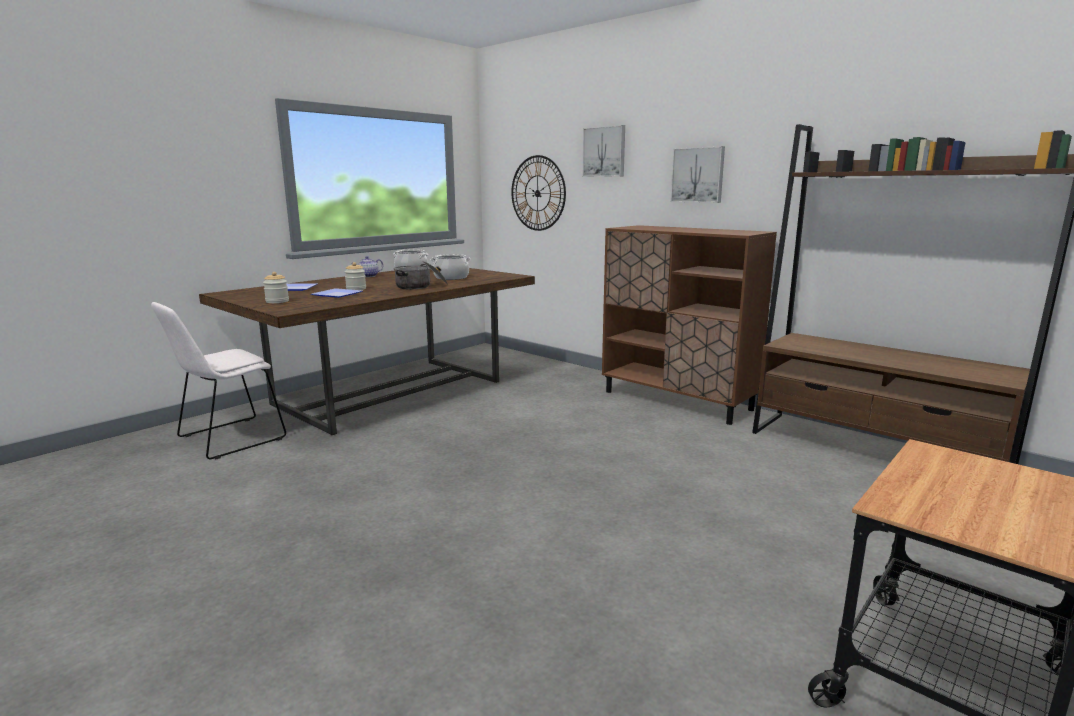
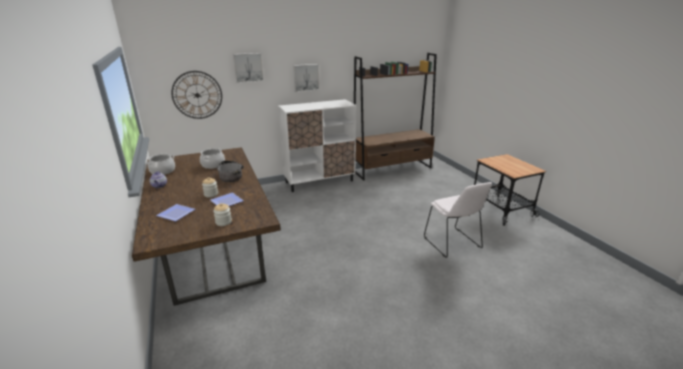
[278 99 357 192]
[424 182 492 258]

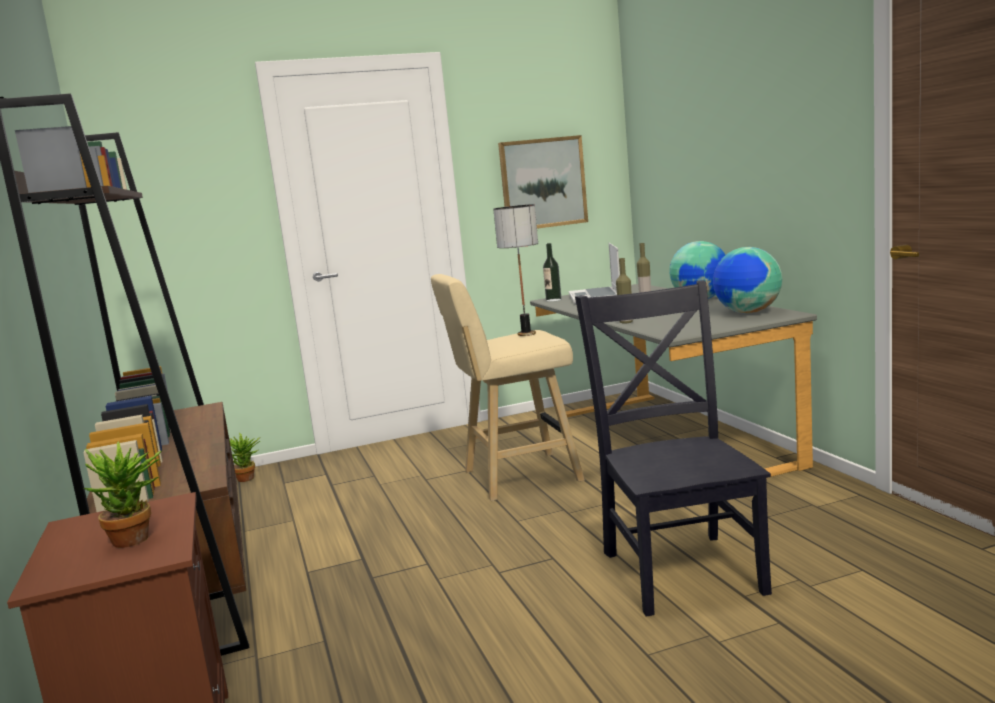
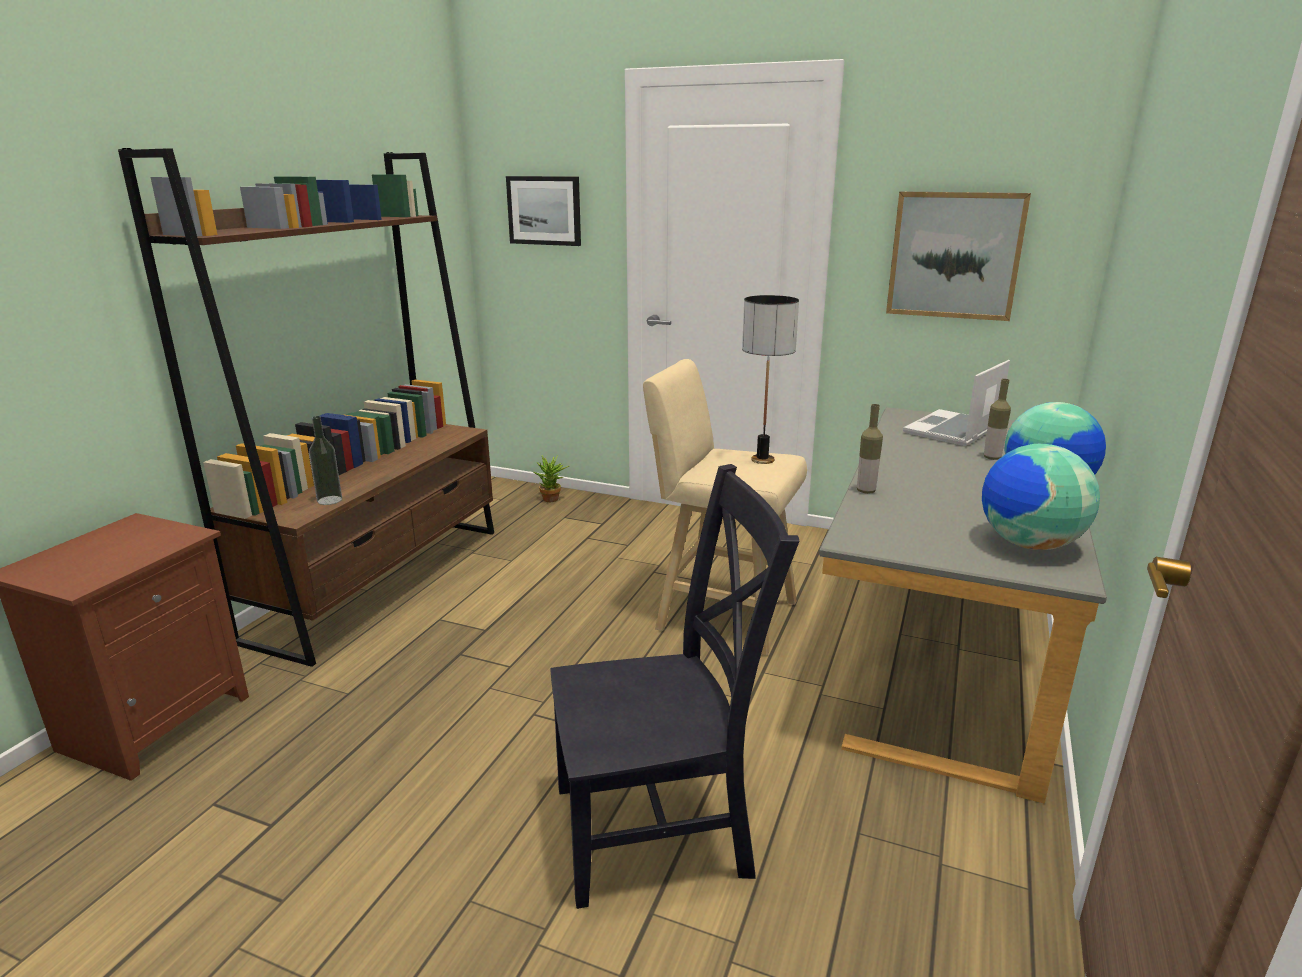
[309 416 342 505]
[506 176 581 246]
[550 464 799 909]
[84 441 162 548] (first image)

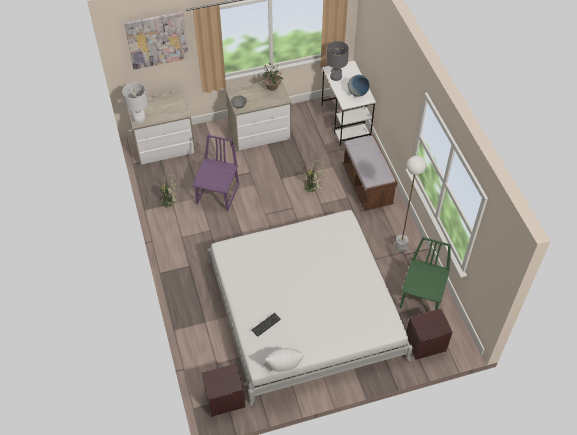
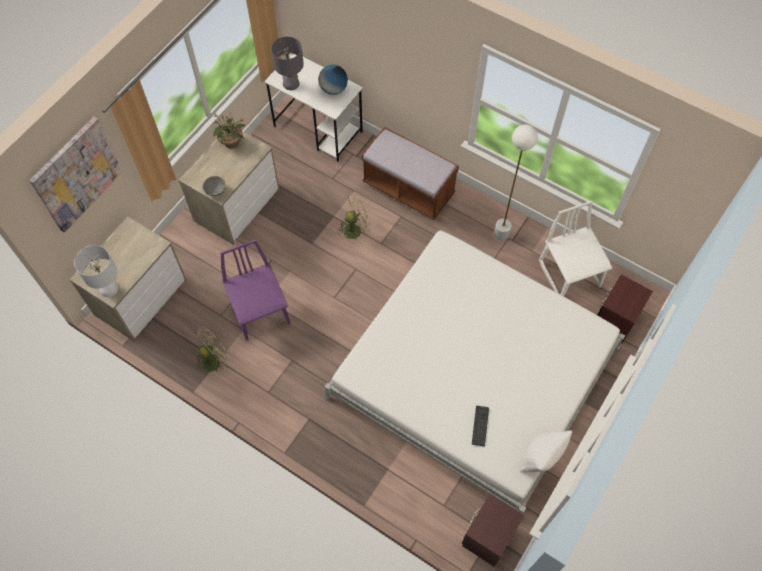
[539 201 613 296]

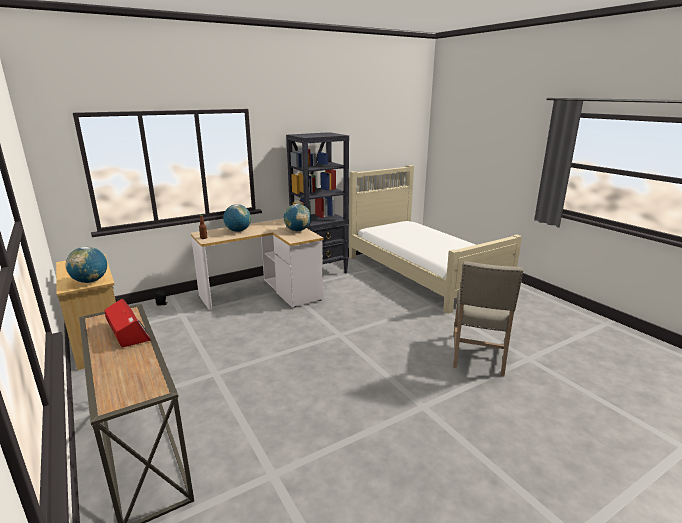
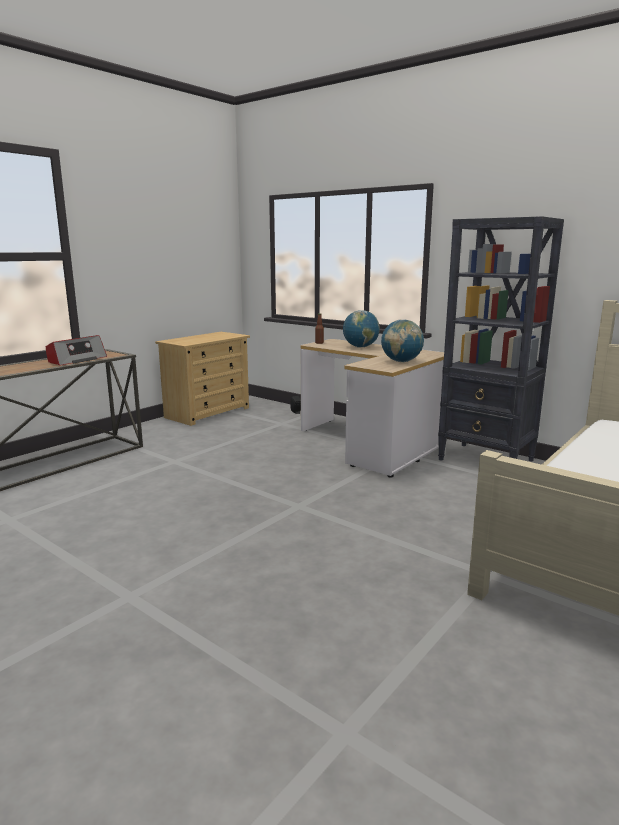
[65 247 107 283] (first image)
[453 261 524 376] (first image)

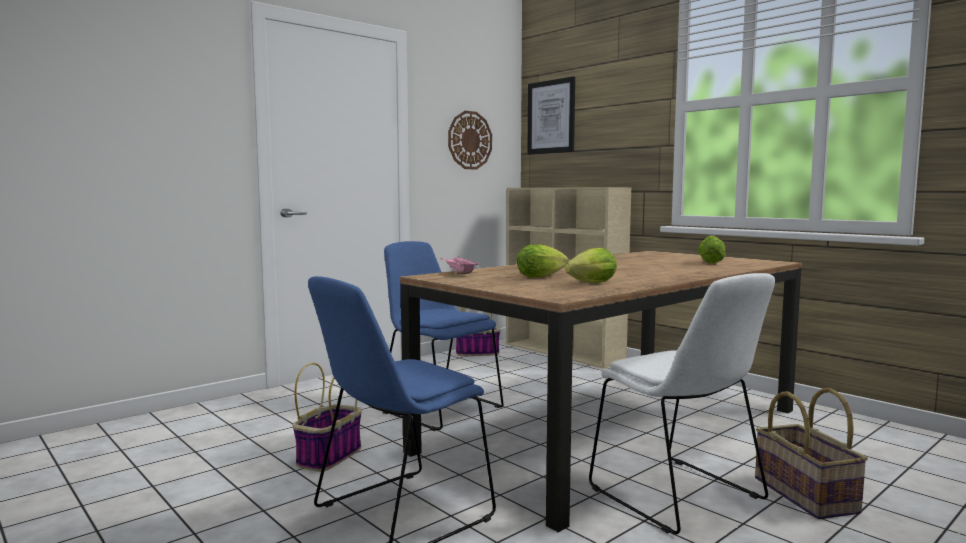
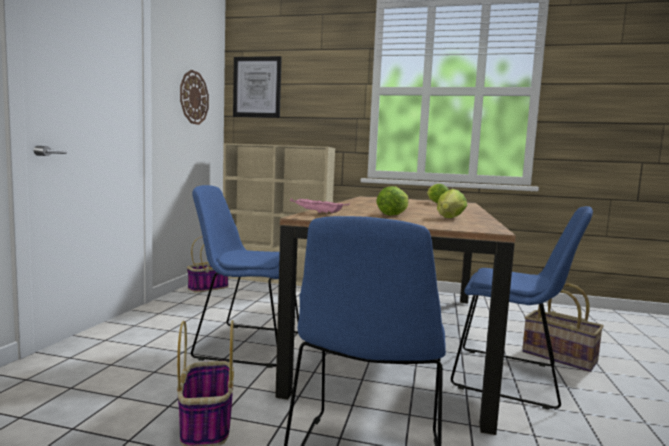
[451 206 593 410]

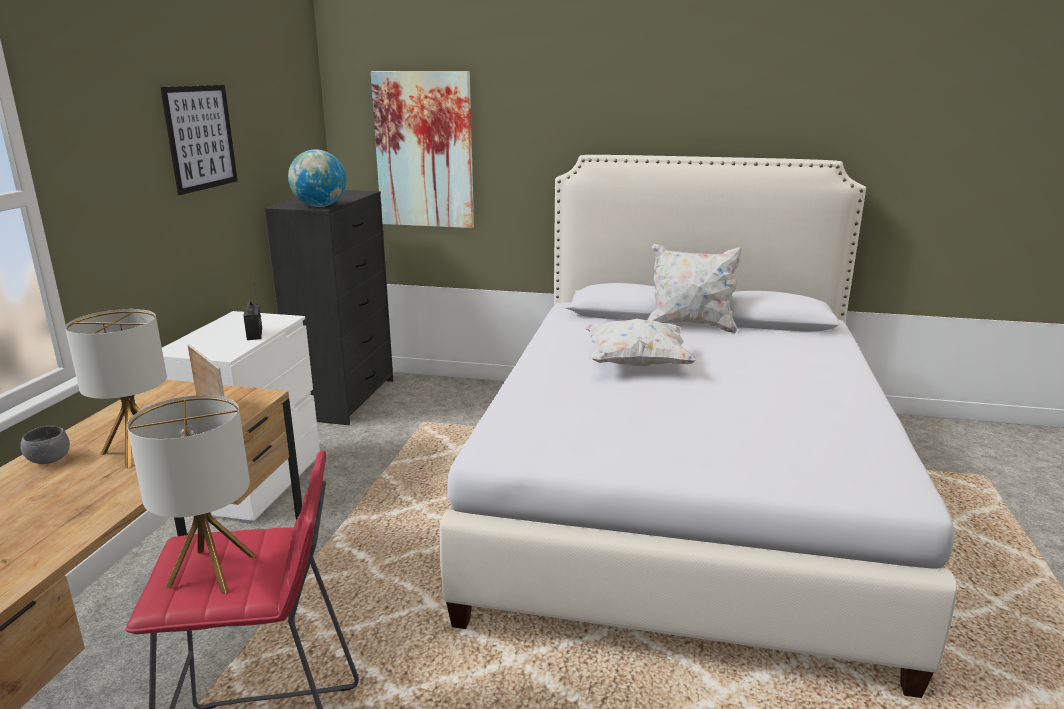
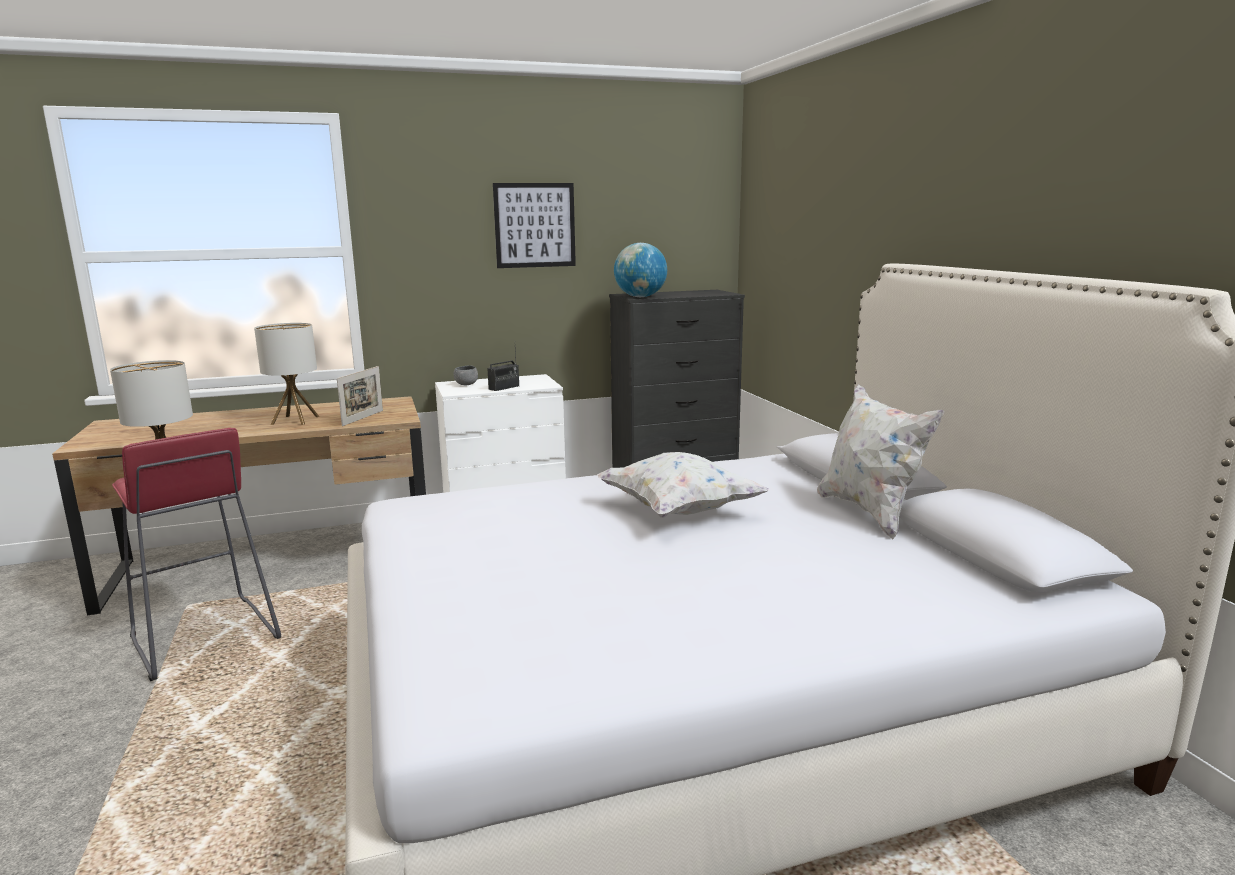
[454 366 478 385]
[371 71 474 228] (first image)

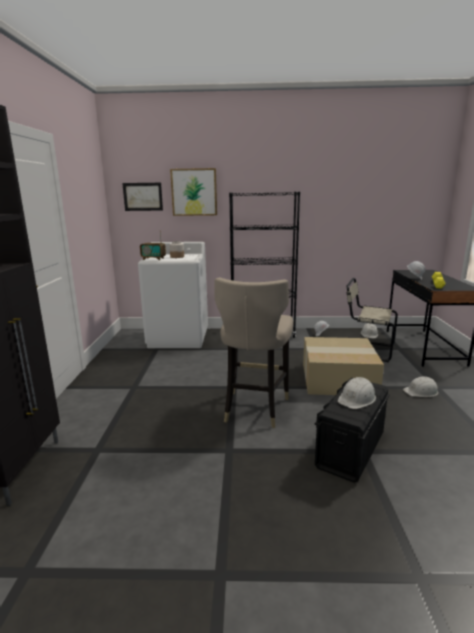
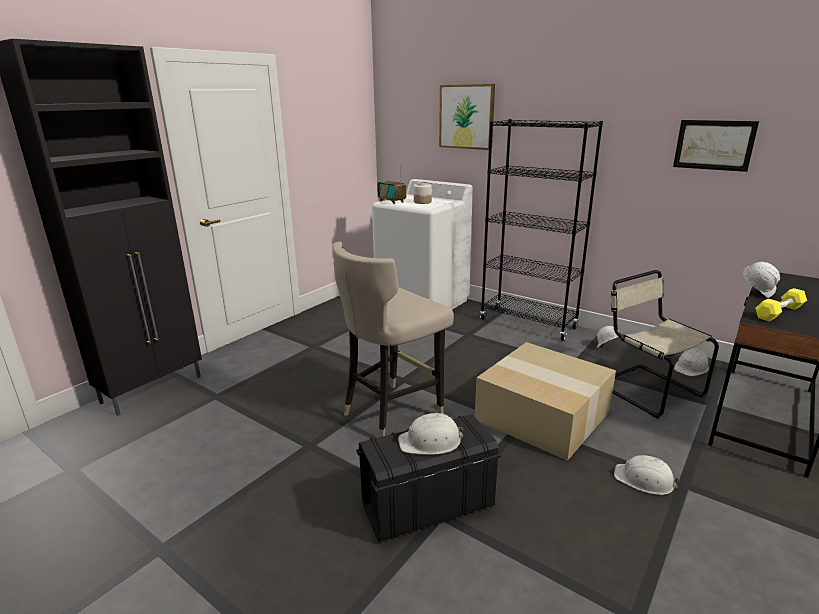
[673 120 759 172]

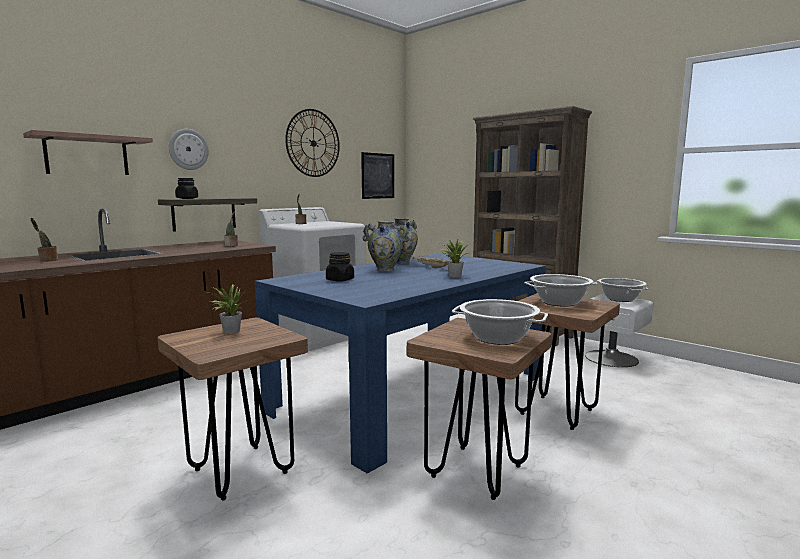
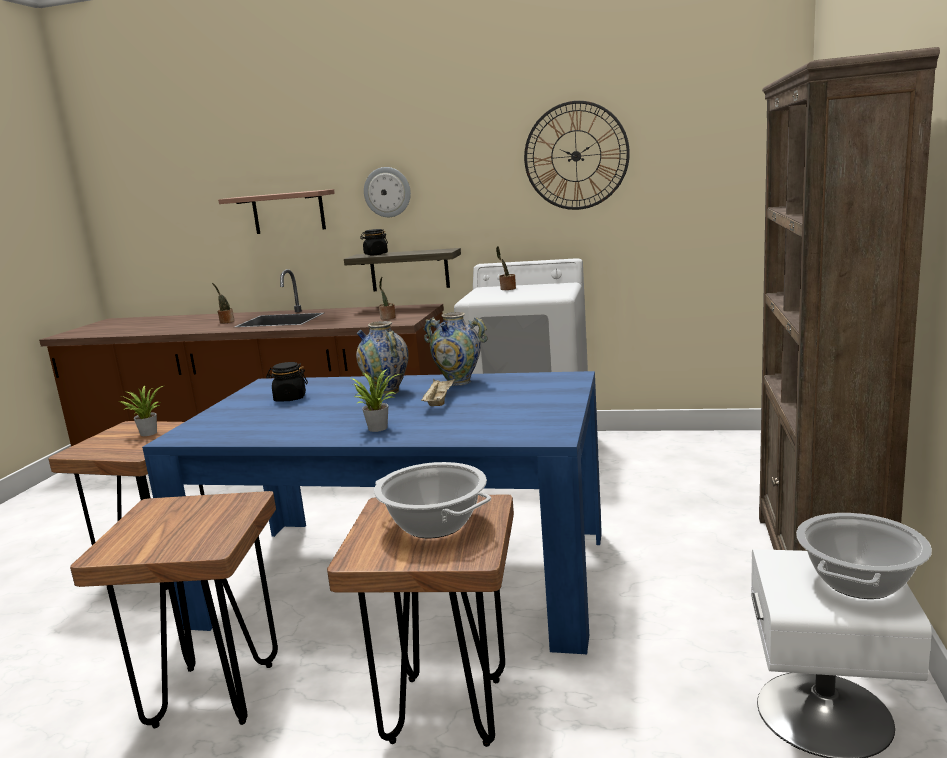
[361 152 394 199] (first image)
[452 299 548 345] (first image)

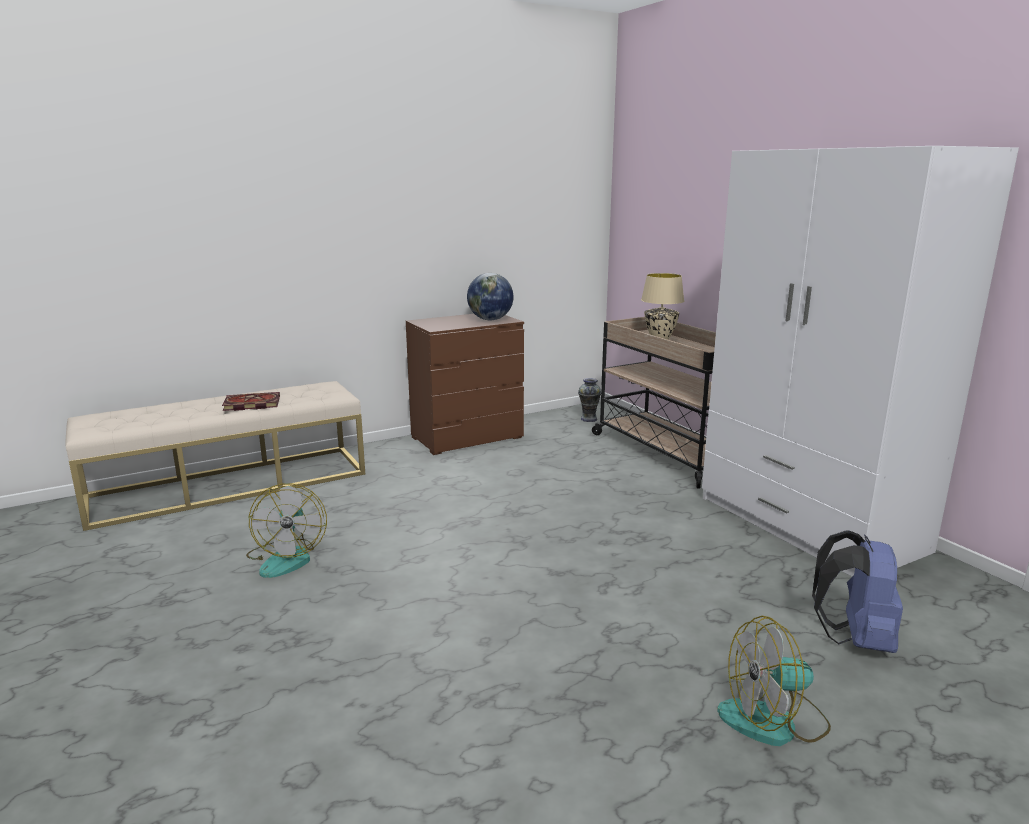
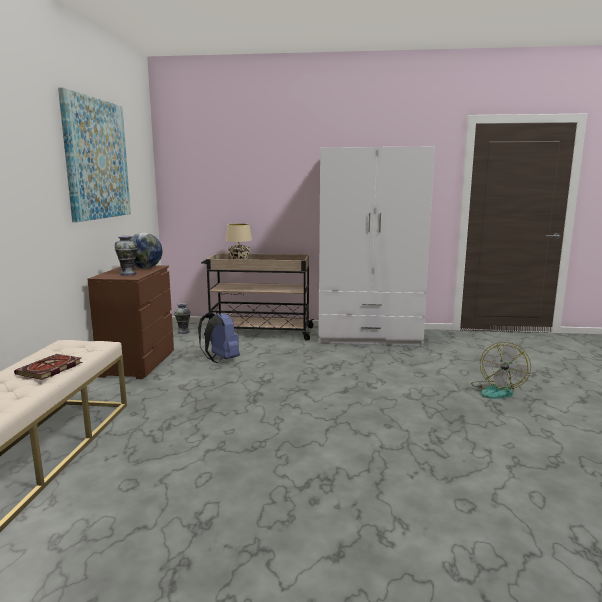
[58 87 131 222]
[115 236 138 276]
[198 311 240 363]
[246 483 327 578] (first image)

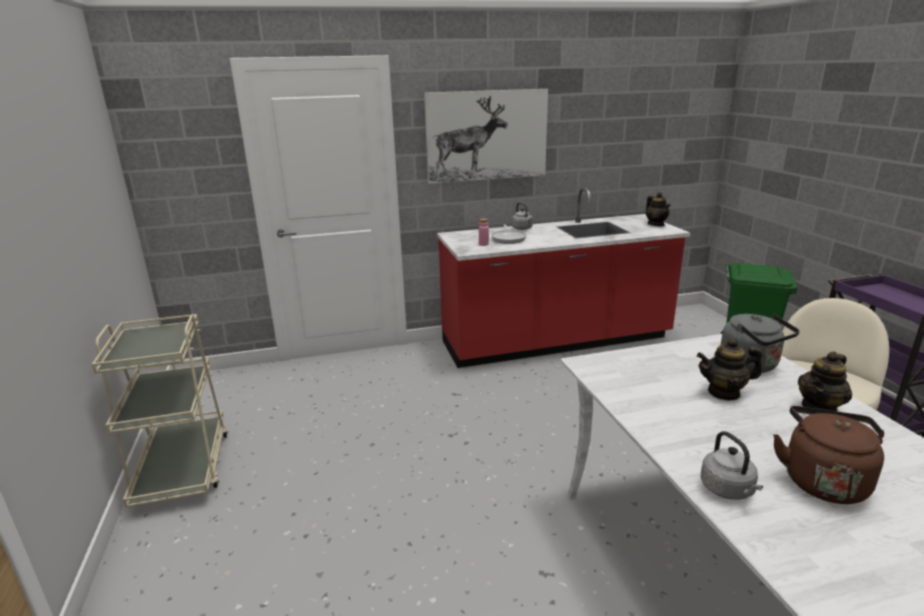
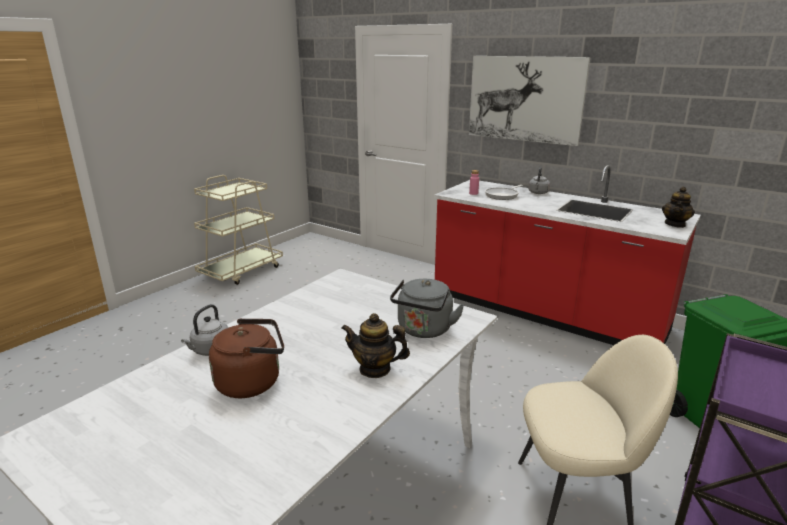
[697 338 762 401] (first image)

